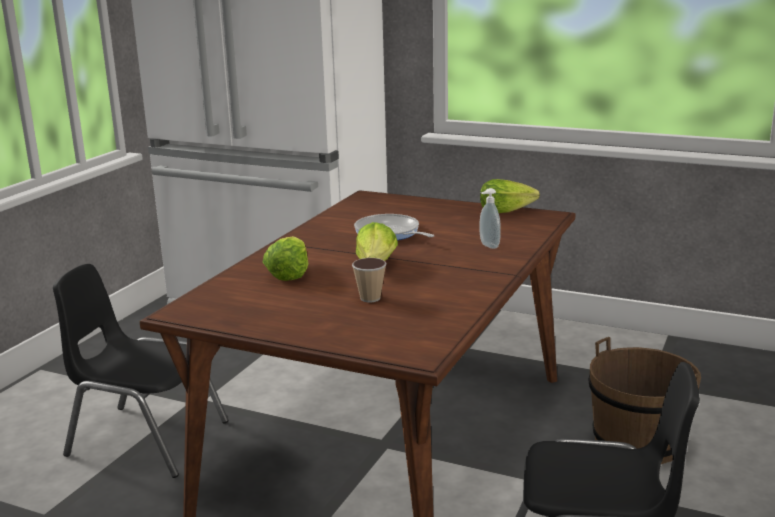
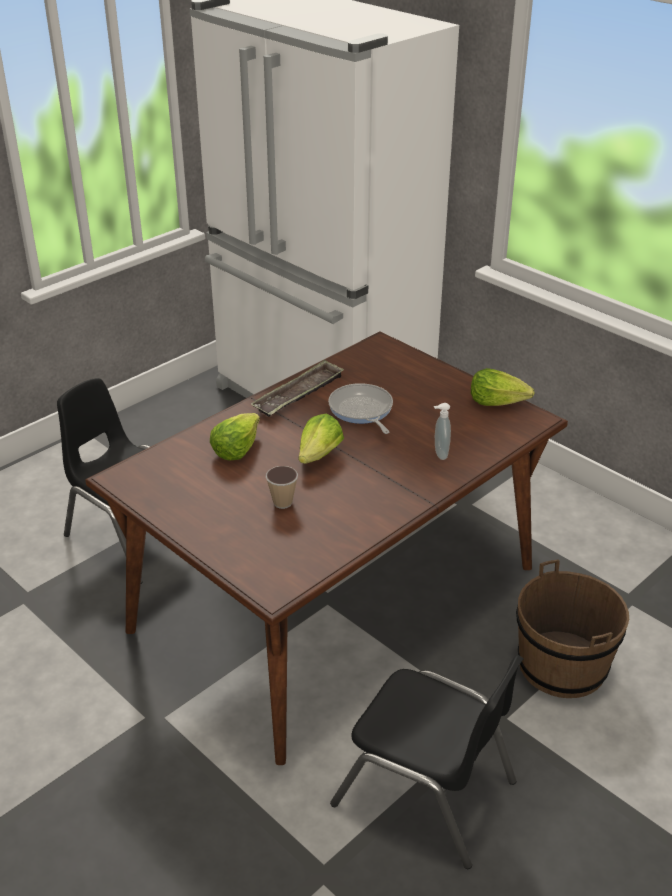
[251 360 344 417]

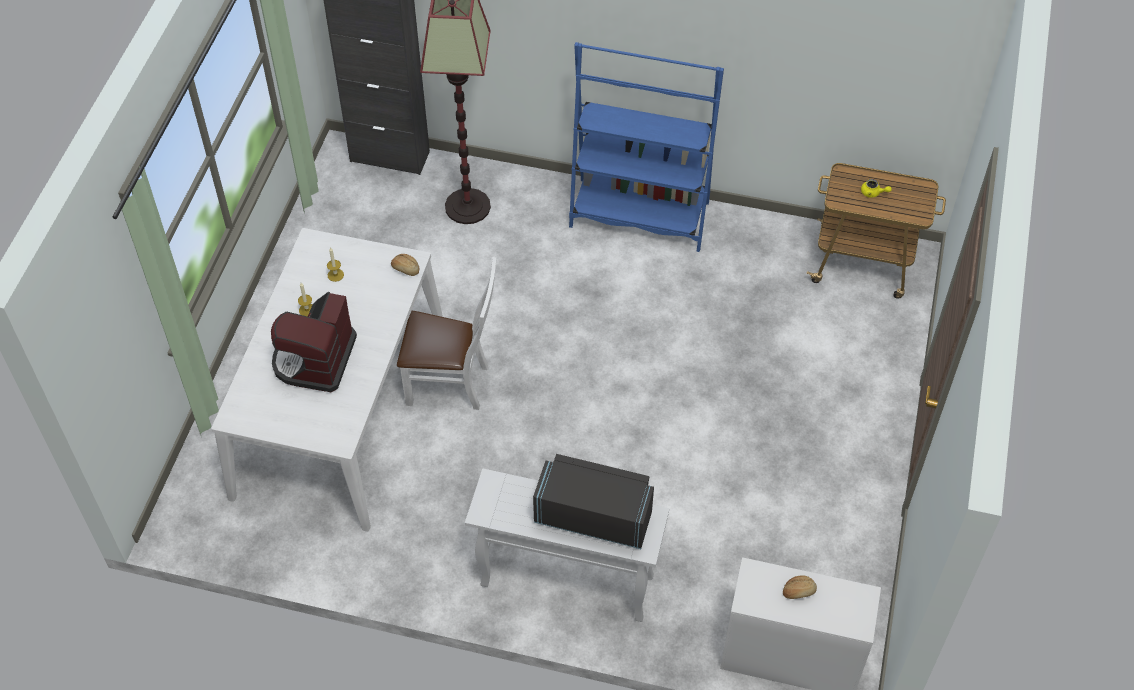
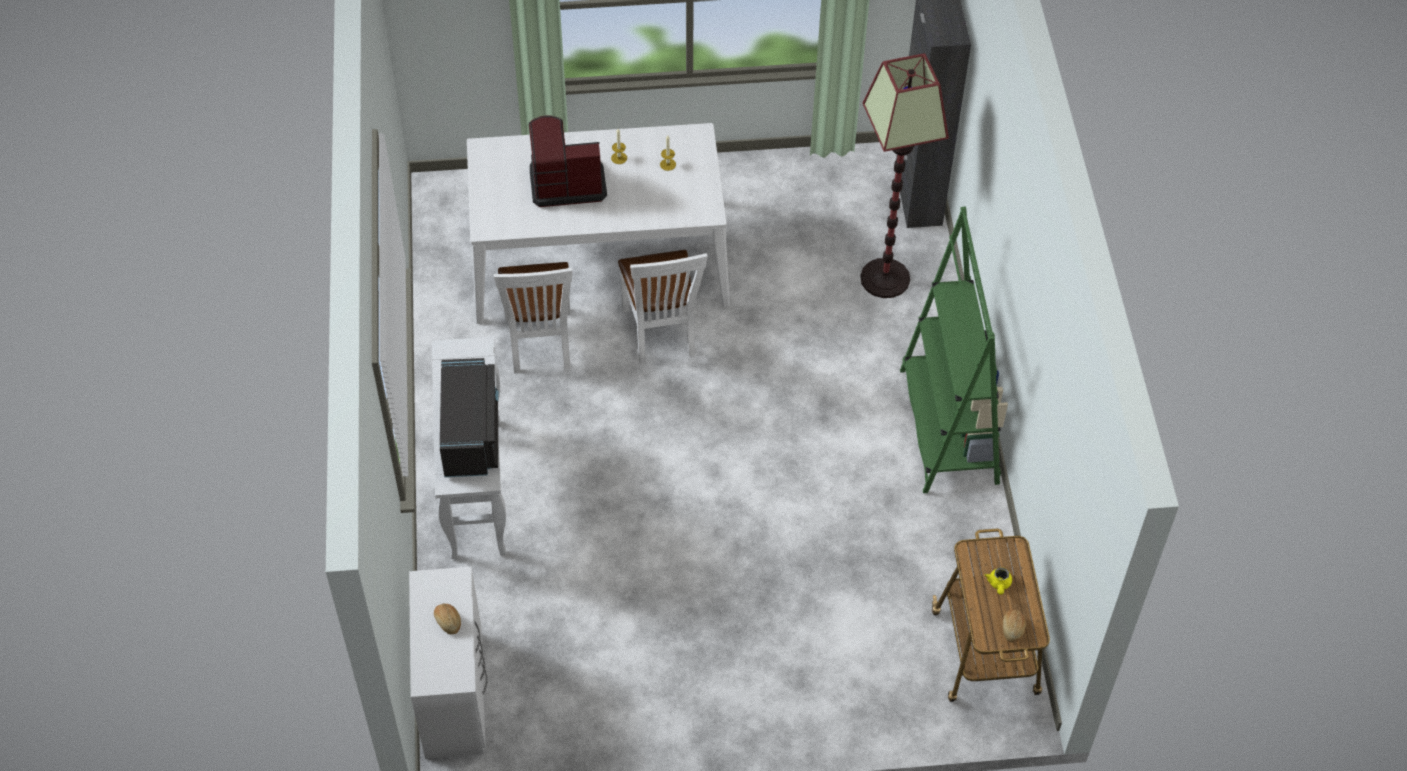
[494 262 573 374]
[900 207 1008 493]
[1003 609 1026 643]

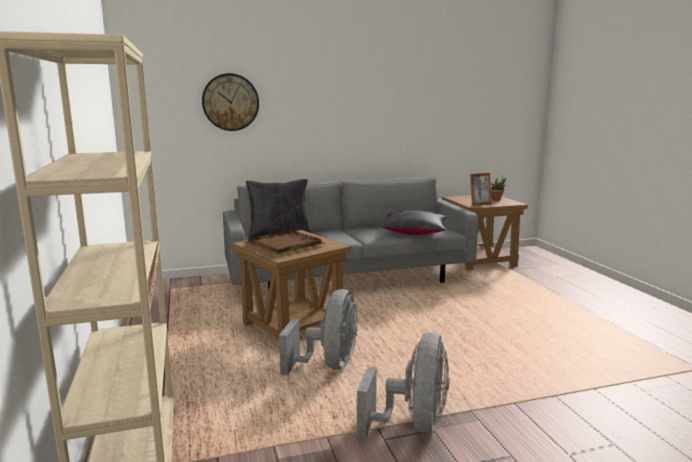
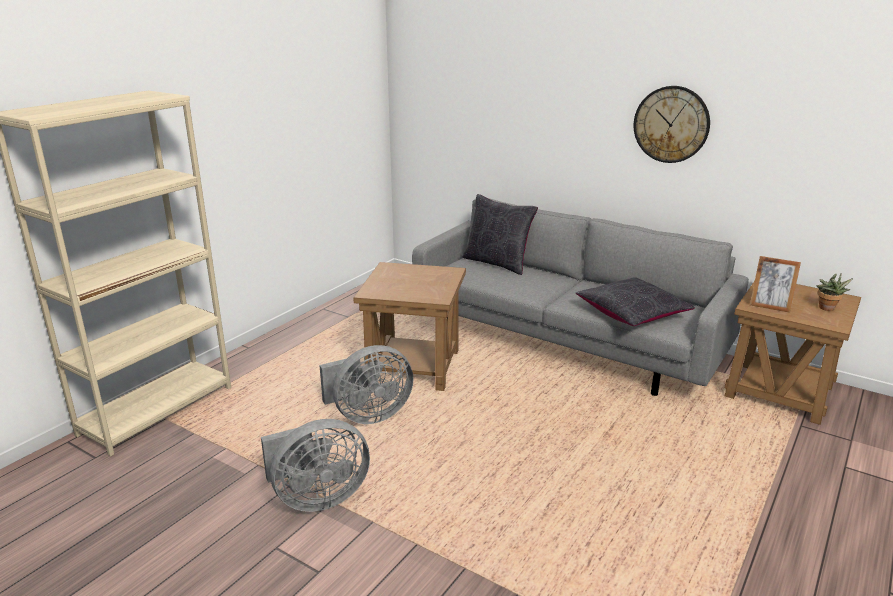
[634 86 710 163]
[244 230 326 256] (first image)

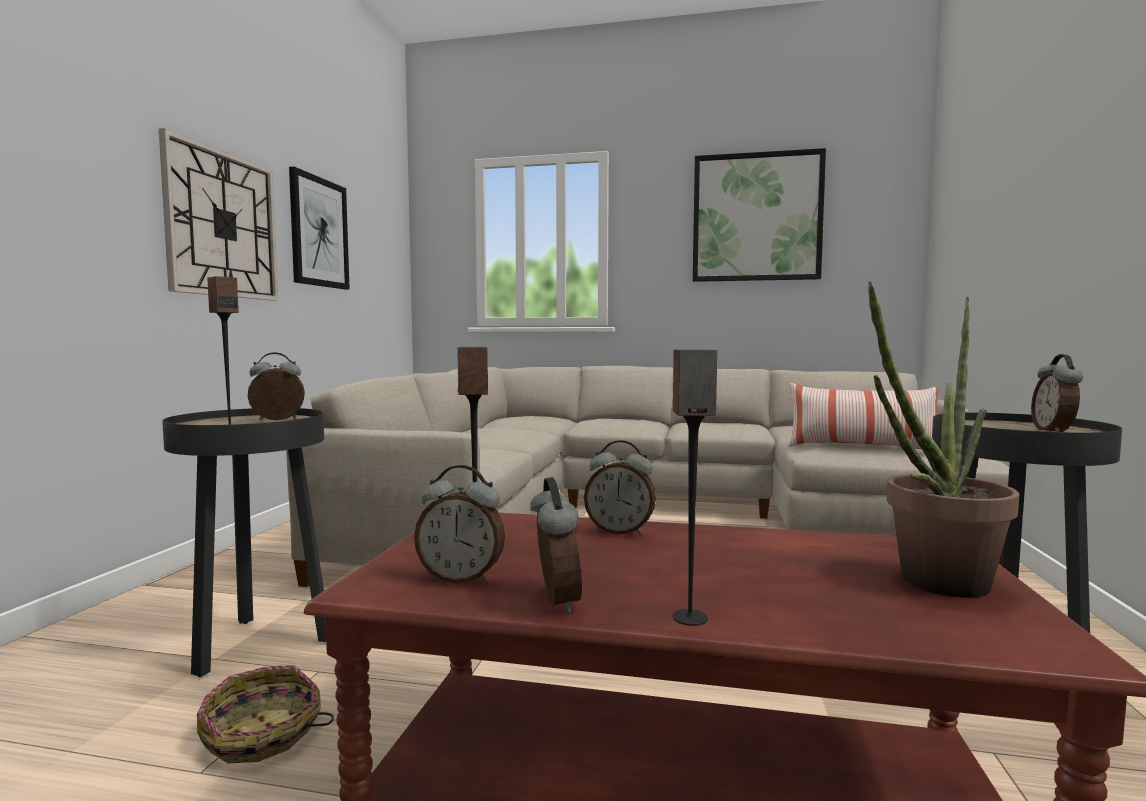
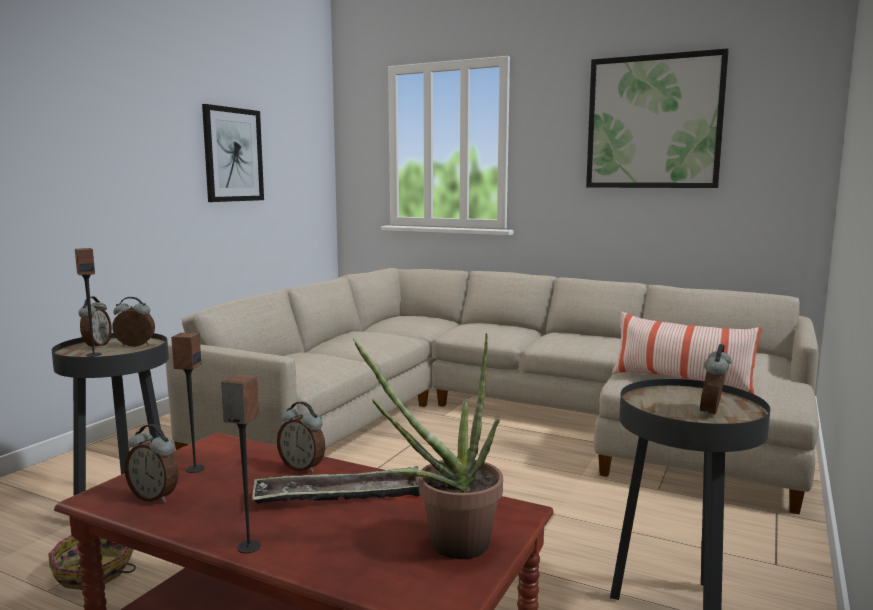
[79 296 112 347]
[252 466 420 504]
[159 128 278 301] (first image)

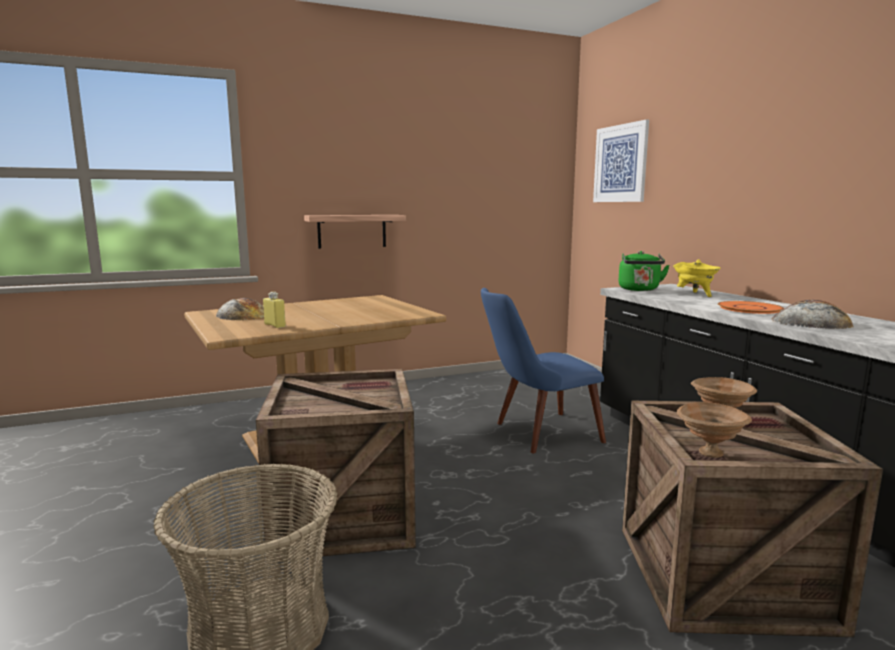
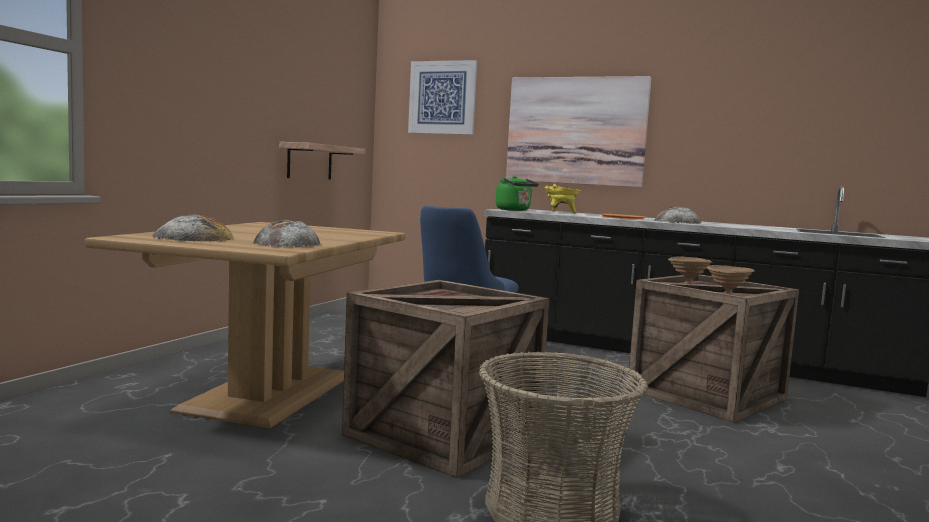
[254 219 320 247]
[279 142 365 179]
[506 76 651 187]

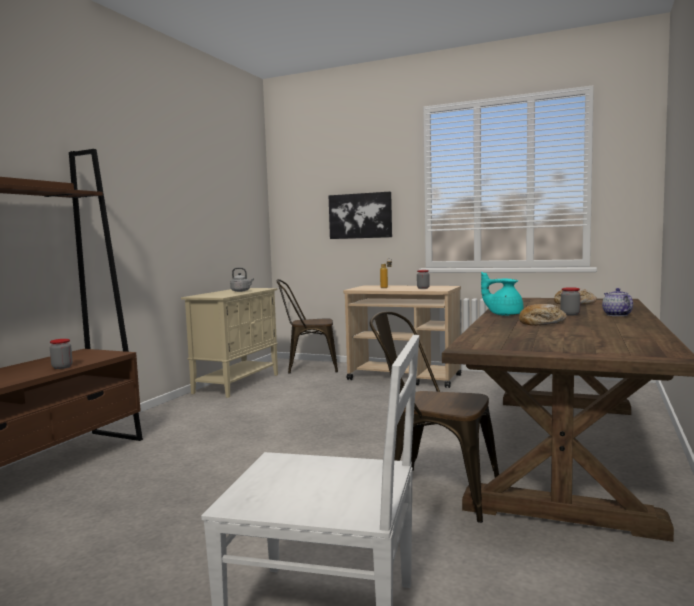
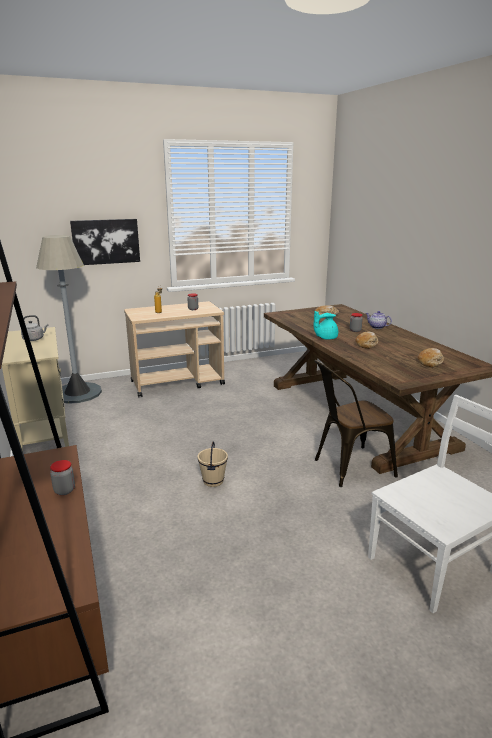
[36 235 102 404]
[198 442 228 487]
[418 348 444 367]

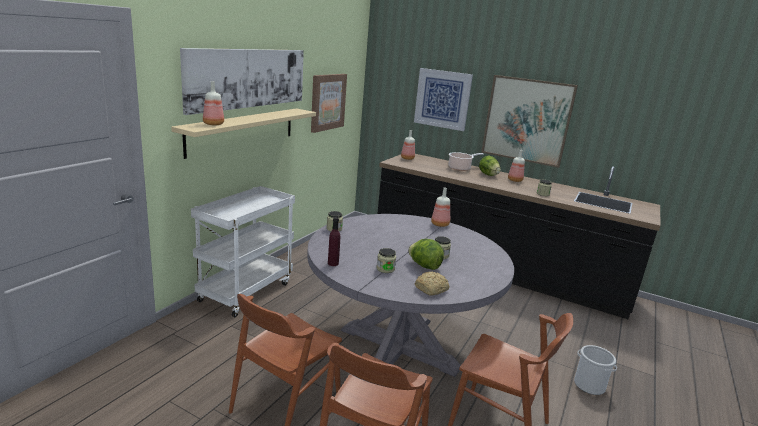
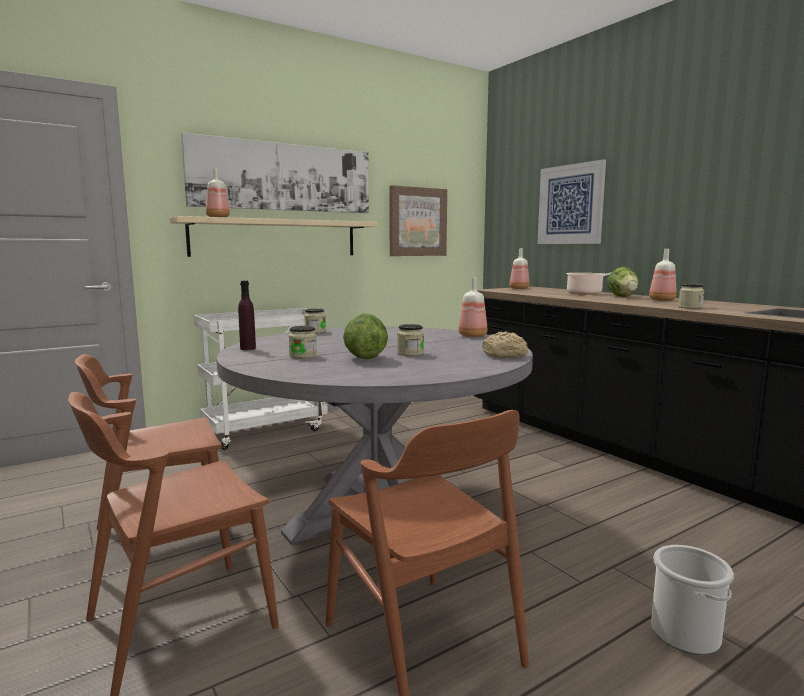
[482 332 528 358]
[481 75 578 168] (first image)

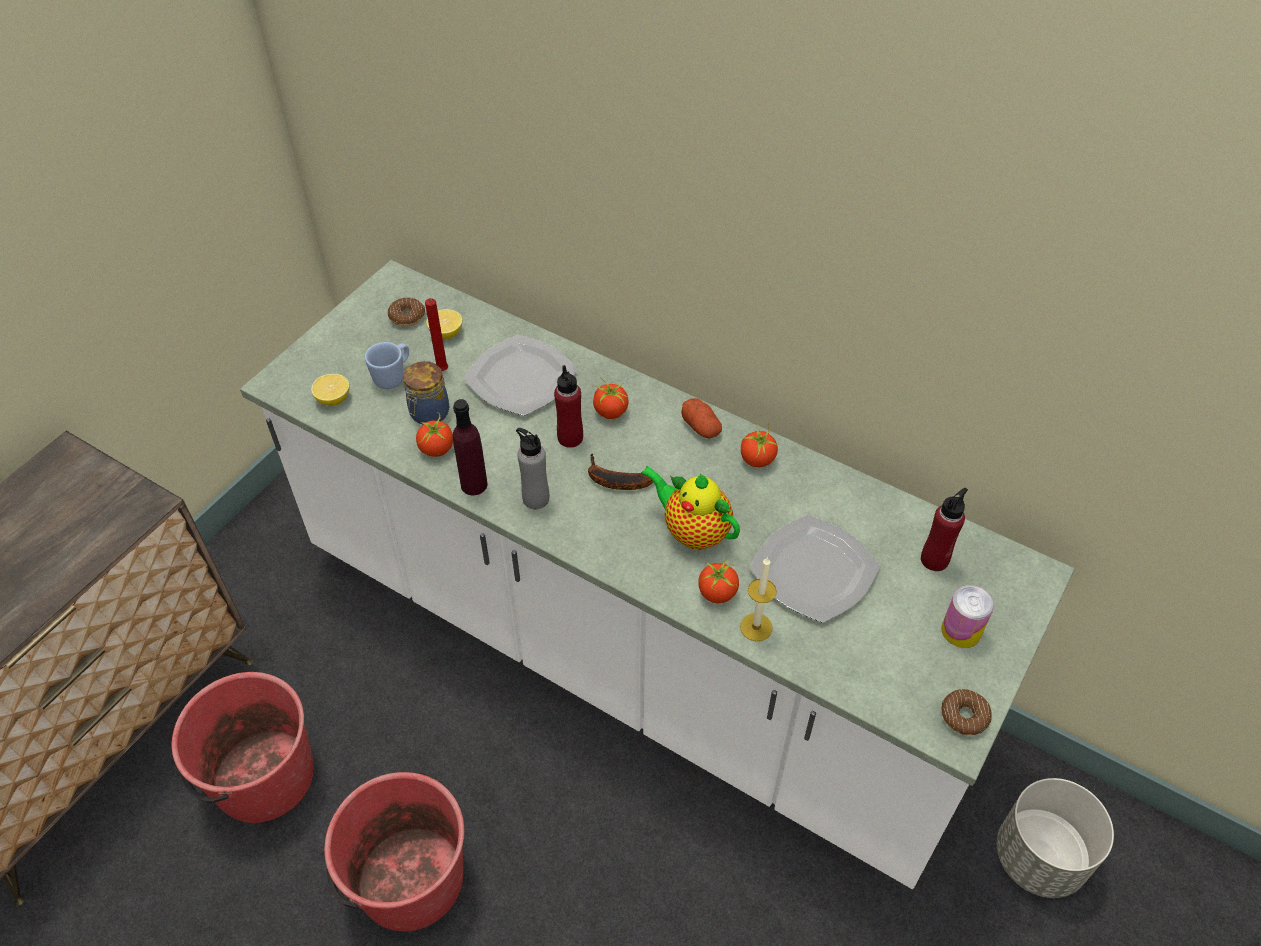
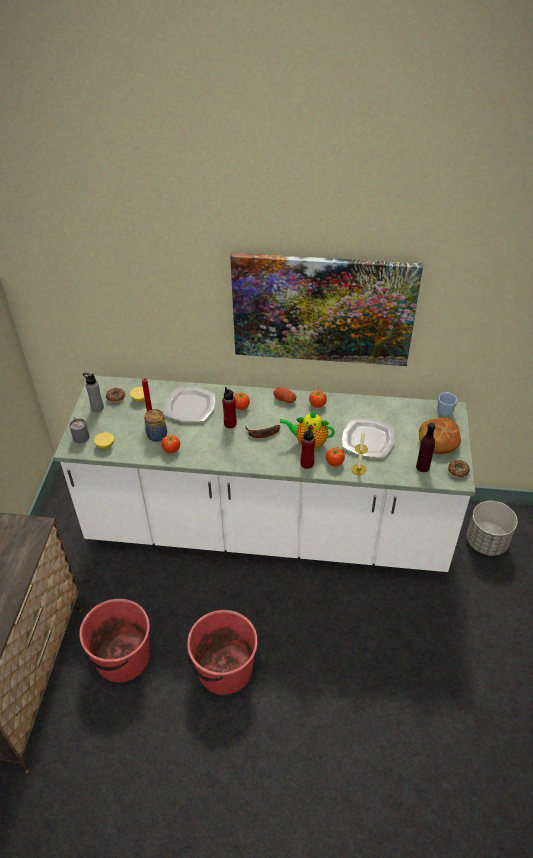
[69 417 89 443]
[83 373 104 412]
[230 253 423 366]
[301 425 315 469]
[416 423 435 472]
[419 418 461 454]
[438 392 458 416]

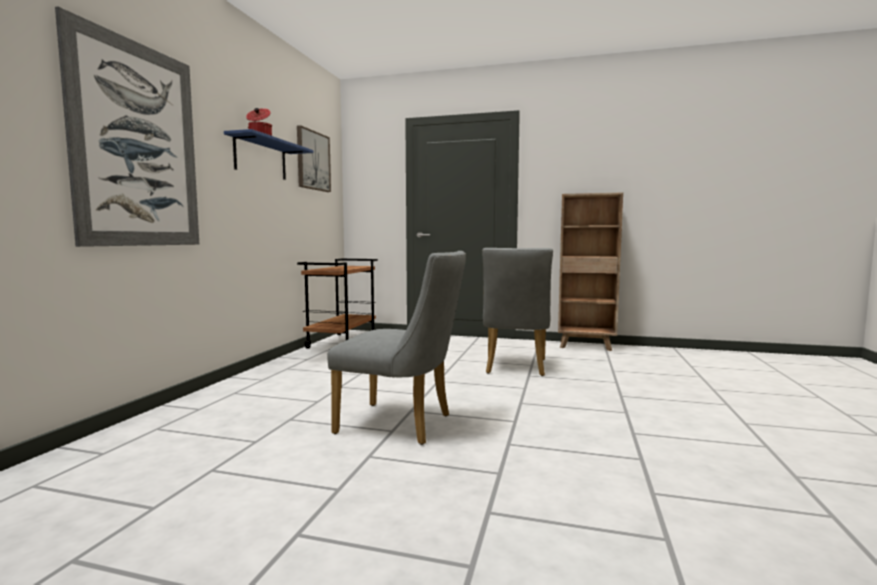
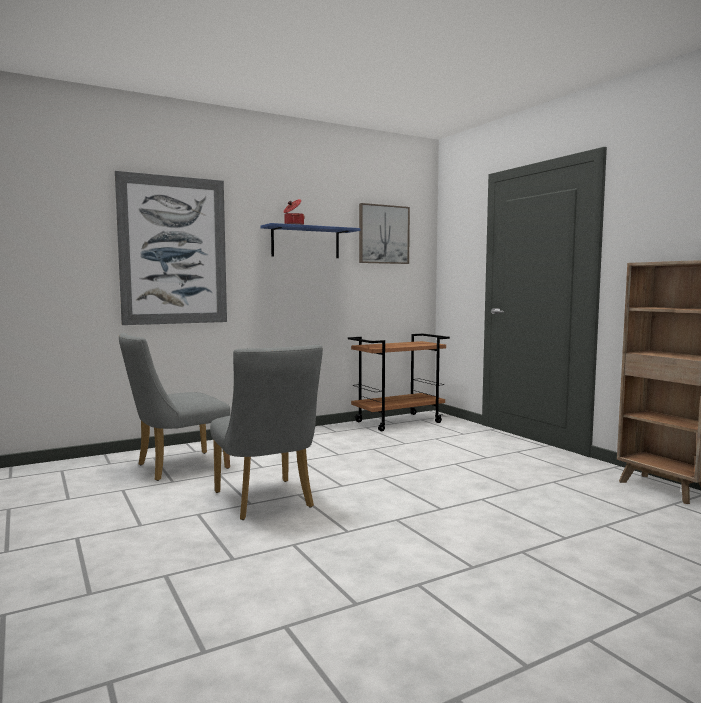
[119 333 230 481]

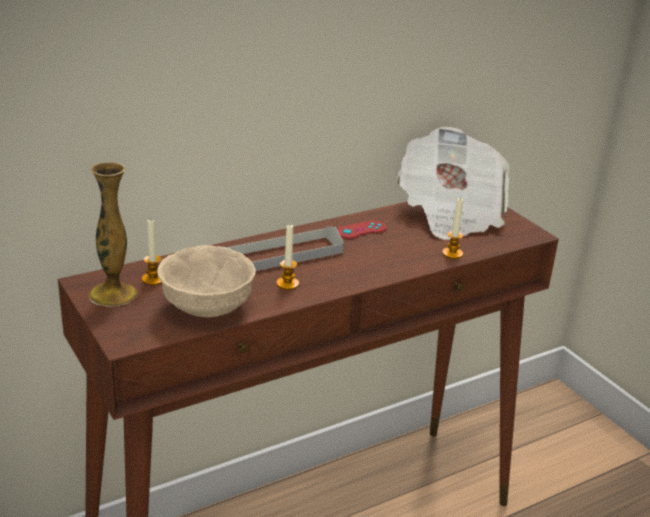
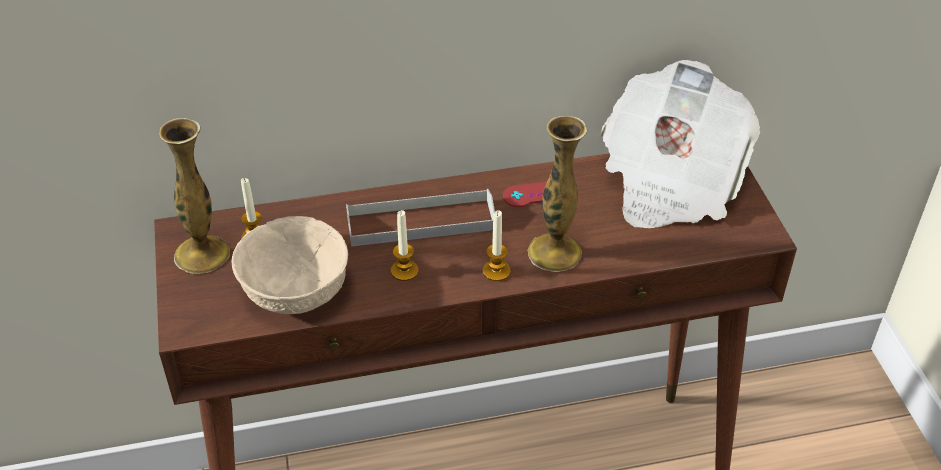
[483 210 511 281]
[528 116 587 272]

